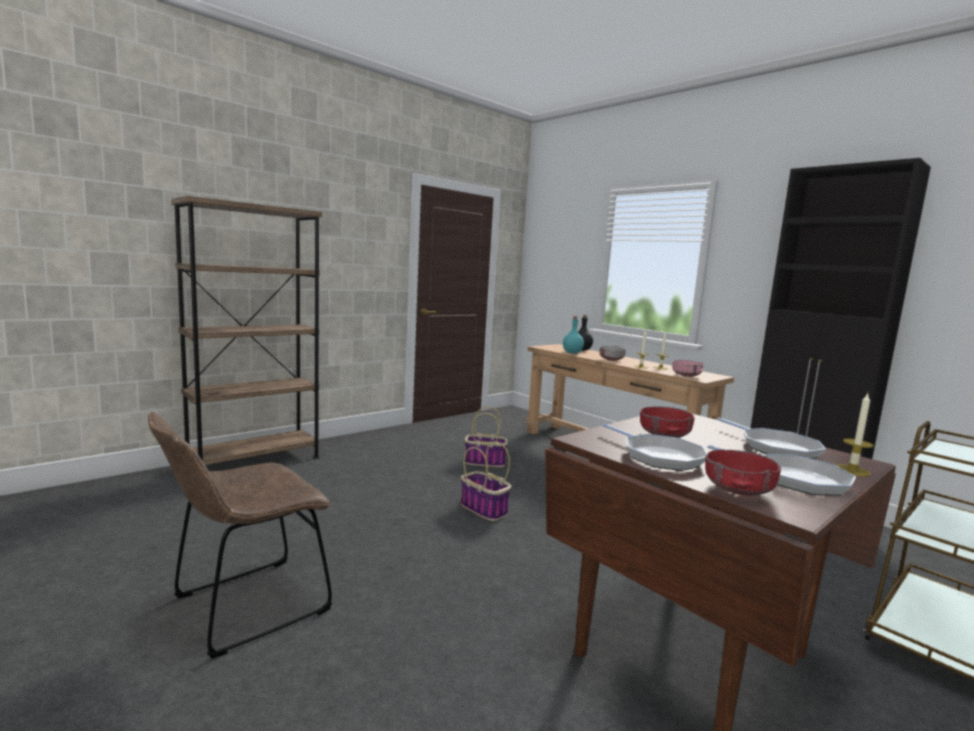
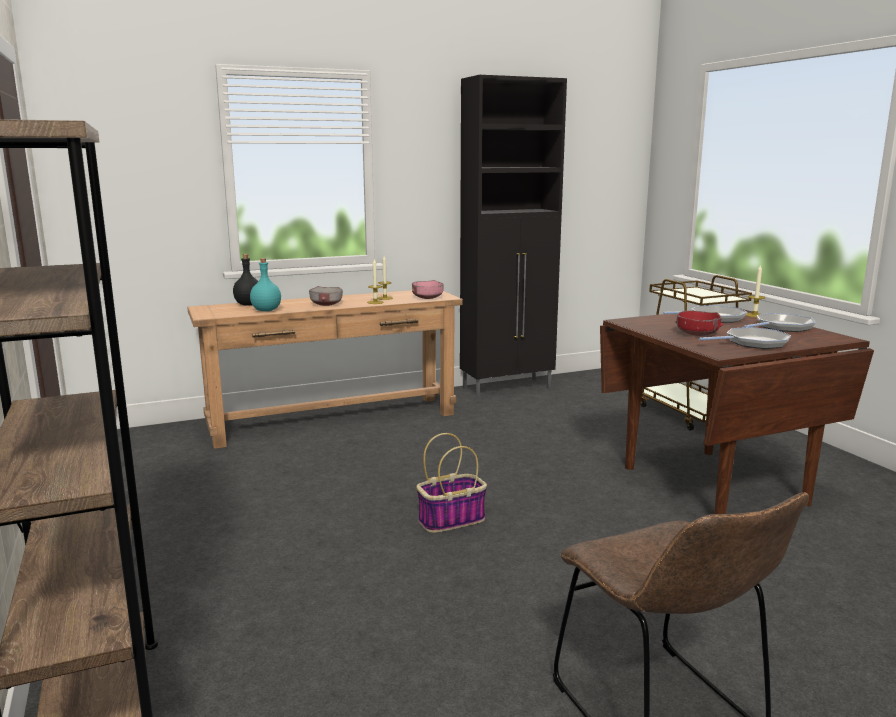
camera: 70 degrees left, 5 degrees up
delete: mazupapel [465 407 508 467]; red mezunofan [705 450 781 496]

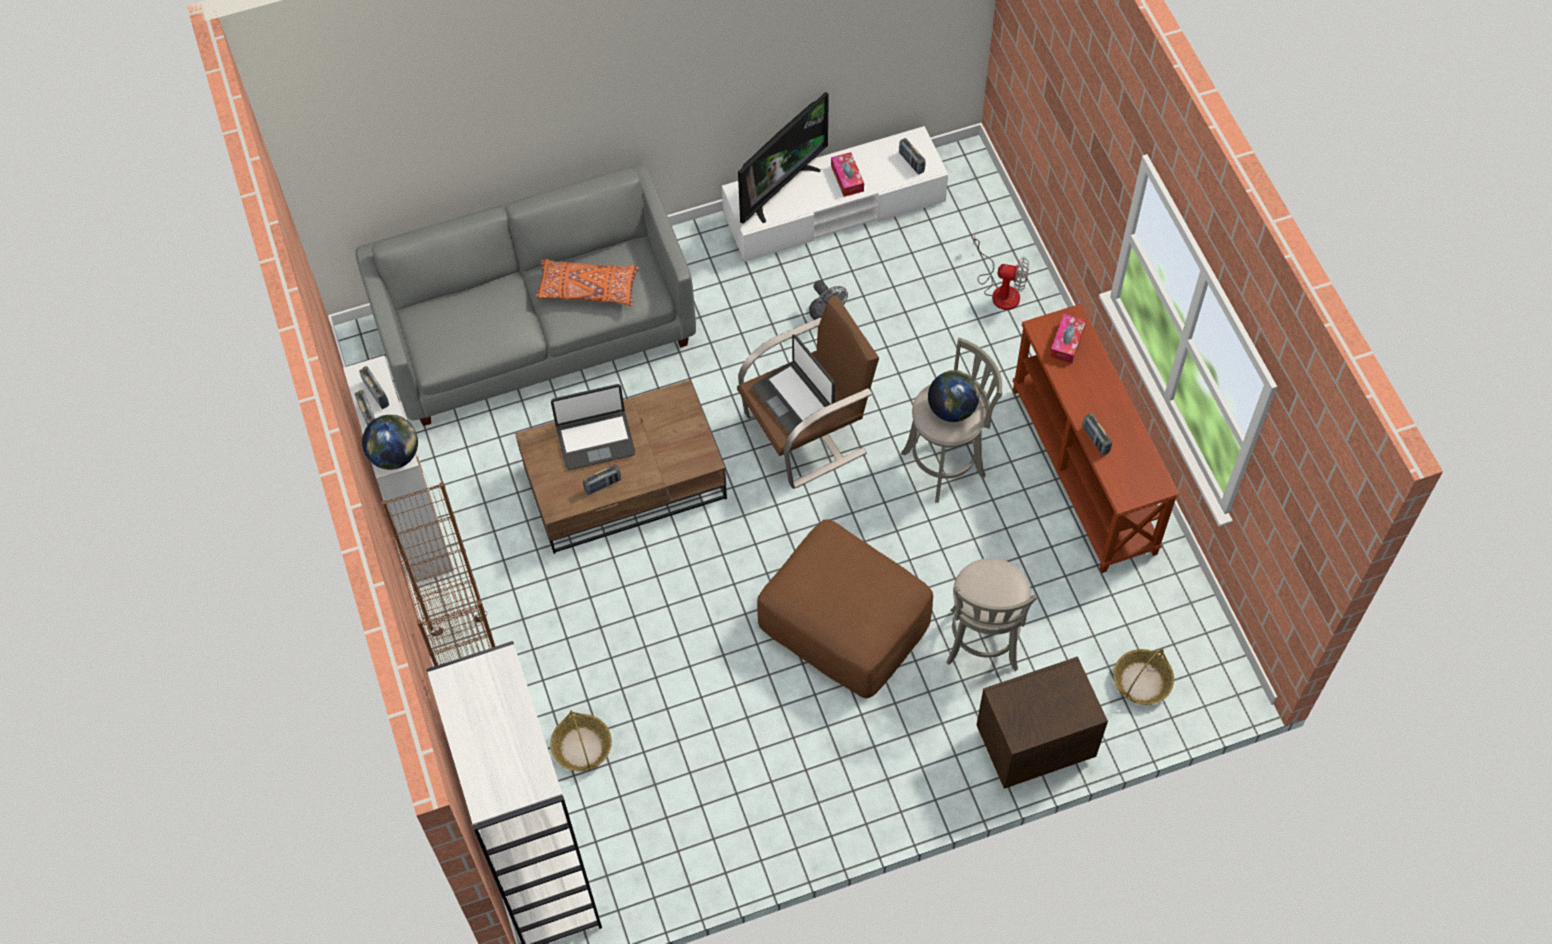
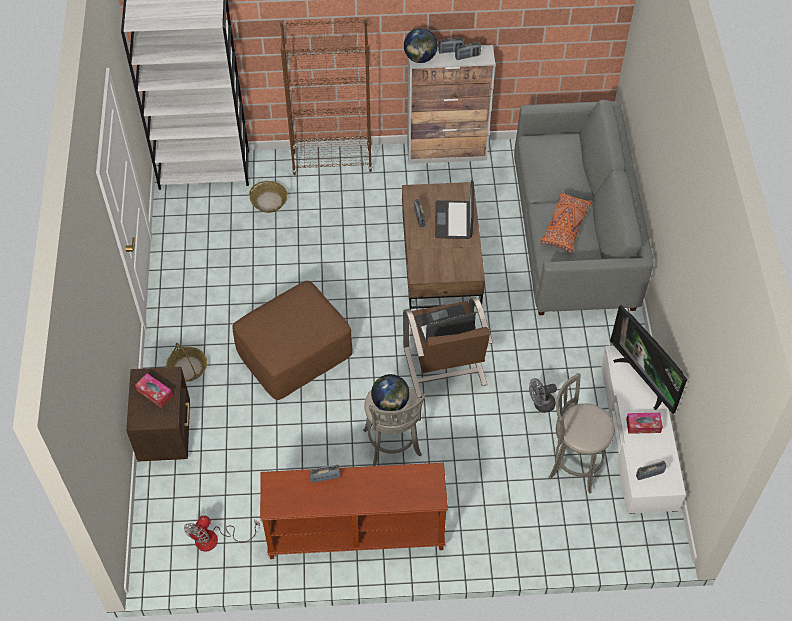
camera: 105 degrees right, 5 degrees down
move: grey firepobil [946 558 1037 671] to [549 373 615 493]; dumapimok [973 234 1029 310] to [184 516 260 551]; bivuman [1050 314 1086 364] to [135 373 173 408]; mazupapel [1113 649 1174 705] to [166 343 207 382]

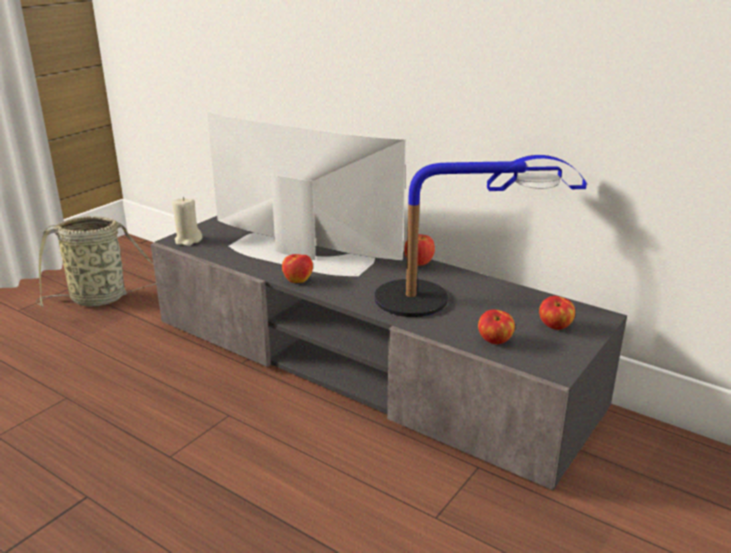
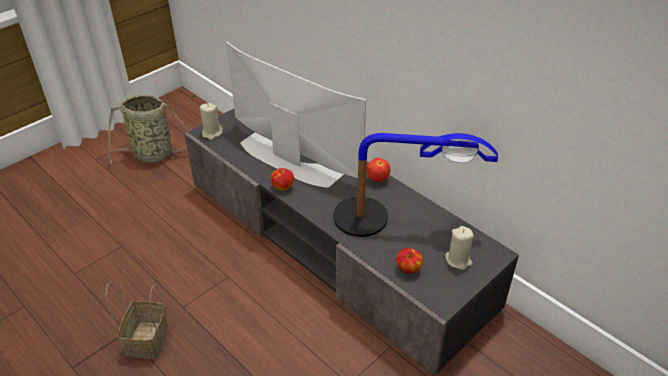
camera: 10 degrees right, 15 degrees up
insert: mazupapel [106 282 169 359]
replace: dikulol [539 296 575 330] to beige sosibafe [445 226 474 270]

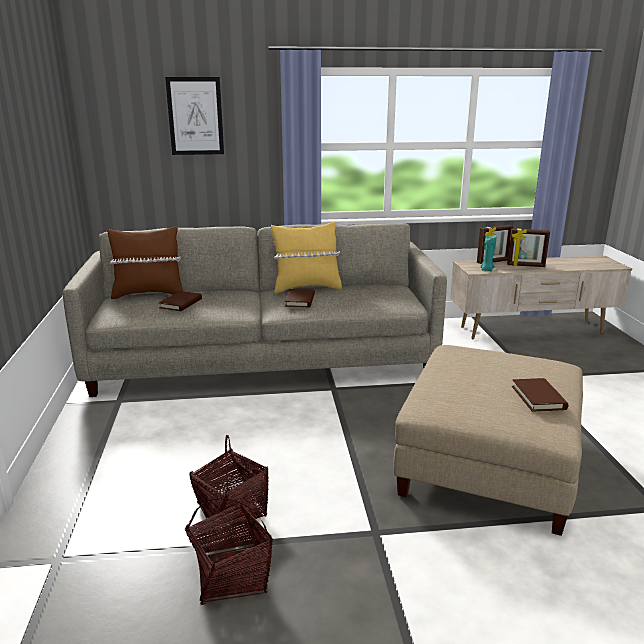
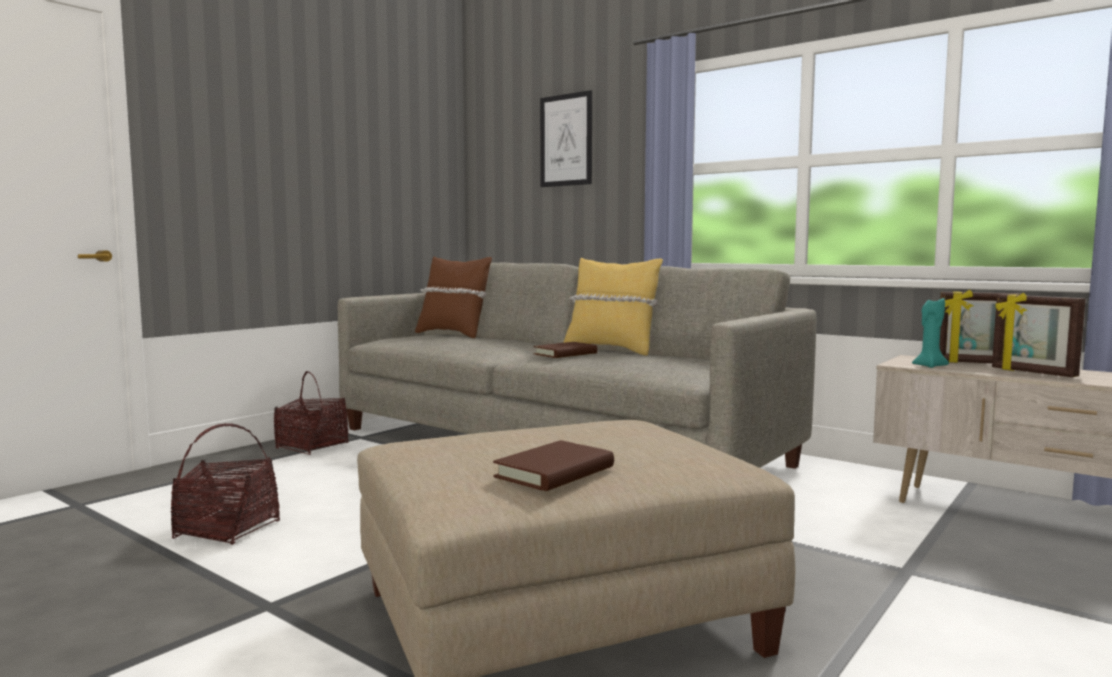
camera: 45 degrees right, 15 degrees down
delete: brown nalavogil [159 291 202 311]
move: mazupapel [185 498 273 605] to [274 371 349 455]

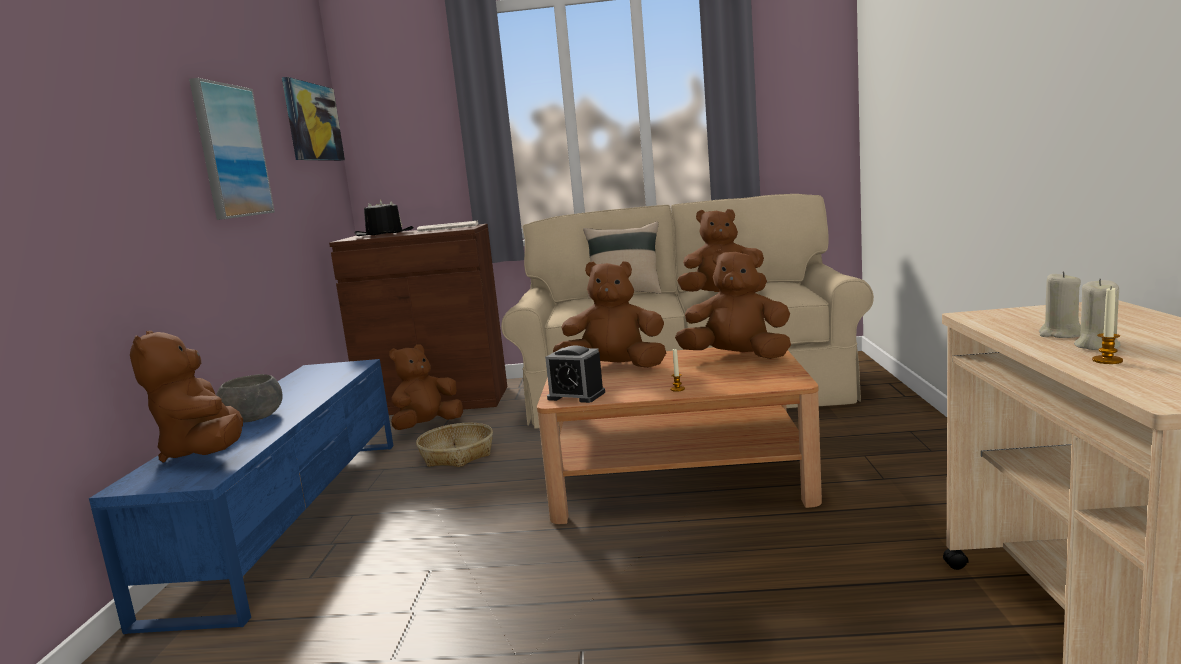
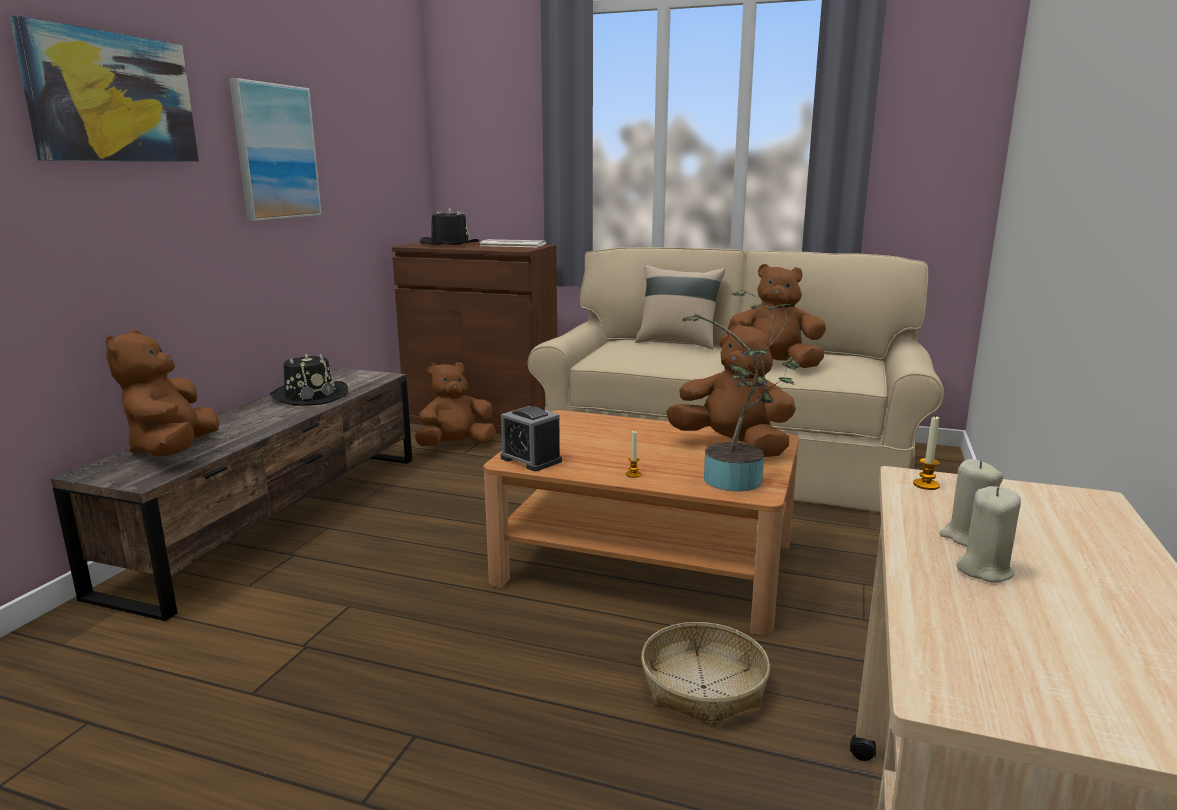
camera: 15 degrees right, 5 degrees up
delete: grey mezunofan [216 374 283 422]; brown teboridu [553 261 666 368]
insert: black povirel [269 353 348 406]; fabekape [682 290 800 492]
move: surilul [282 77 345 161] to [9 15 199 162]; mazupapel [416 423 493 467] to [641 622 770 727]; sosibafe [1092 288 1123 364] to [913 416 940 490]
recolor: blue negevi [89 359 393 634] to brown negevi [51 368 412 621]

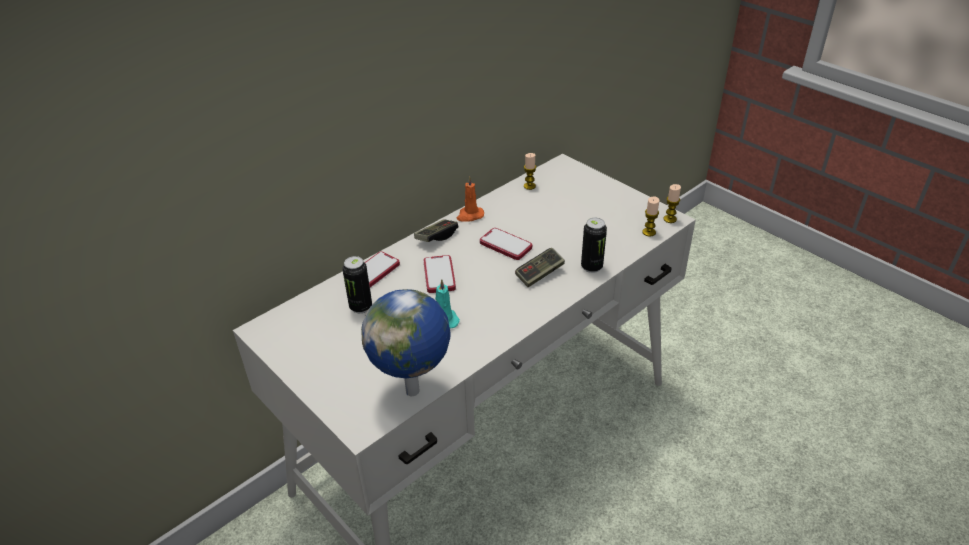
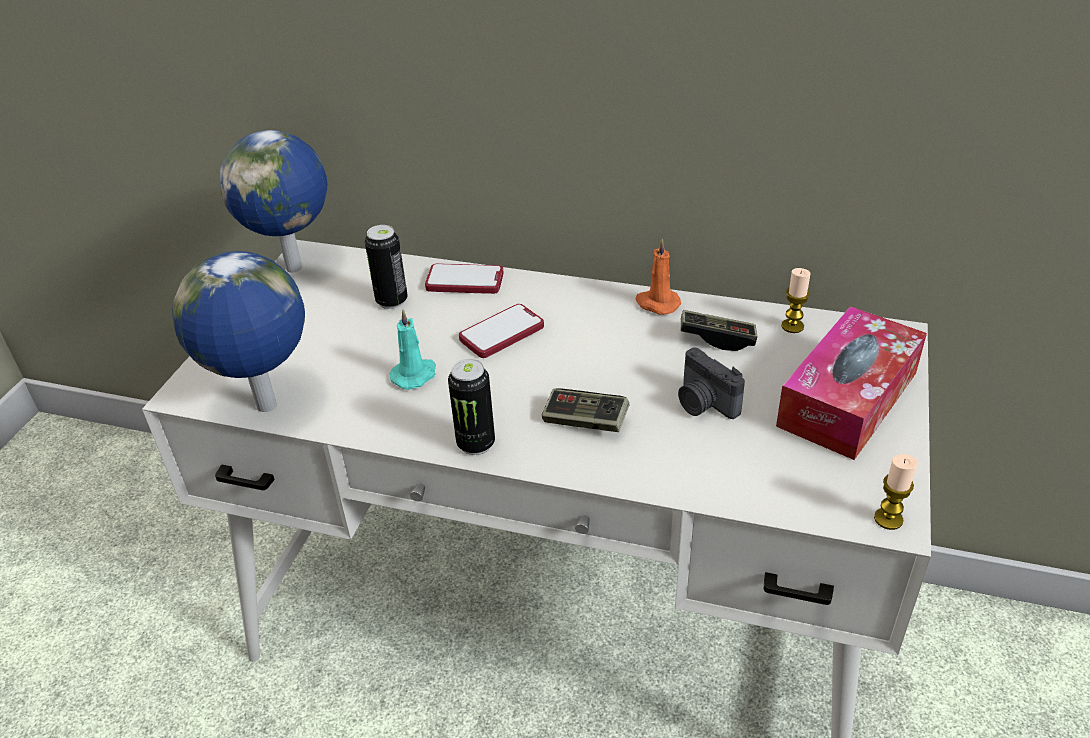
camera: 60 degrees right, 0 degrees up
delete: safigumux [480 228 532 260]; sosibafe [642 197 660 236]
insert: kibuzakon [219 130 327 273]; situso [678 347 745 419]; bivuman [776 306 927 460]
move: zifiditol [414 219 458 242] to [681 310 757 351]; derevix [581 218 607 273] to [448 359 495 455]

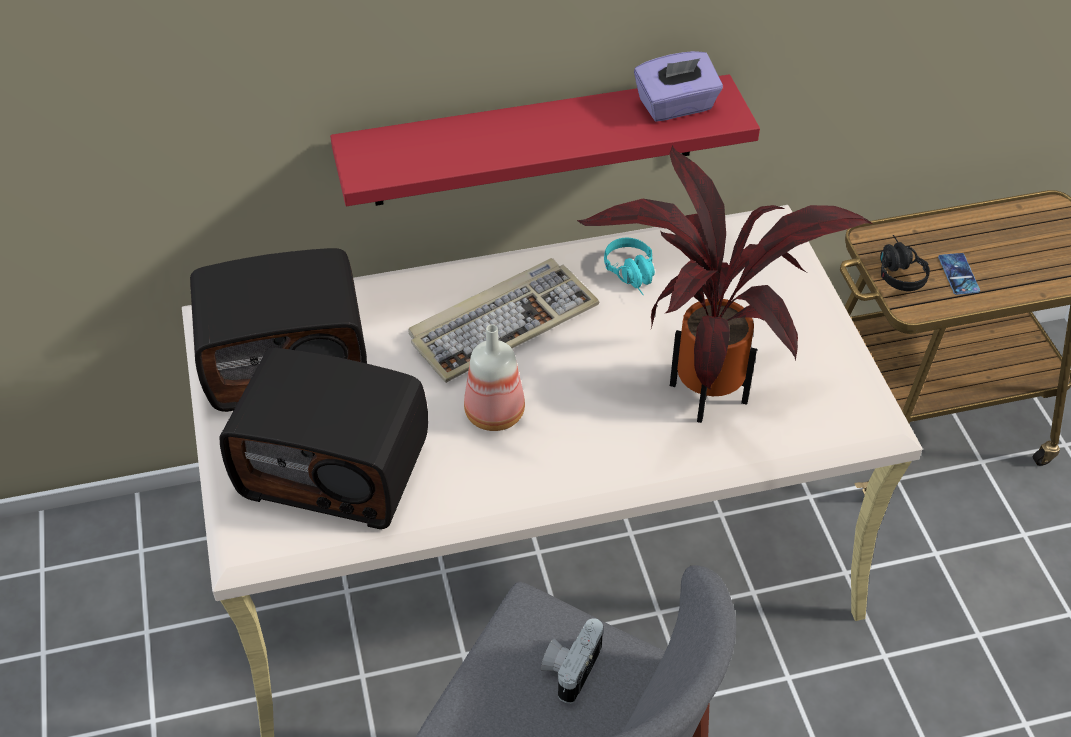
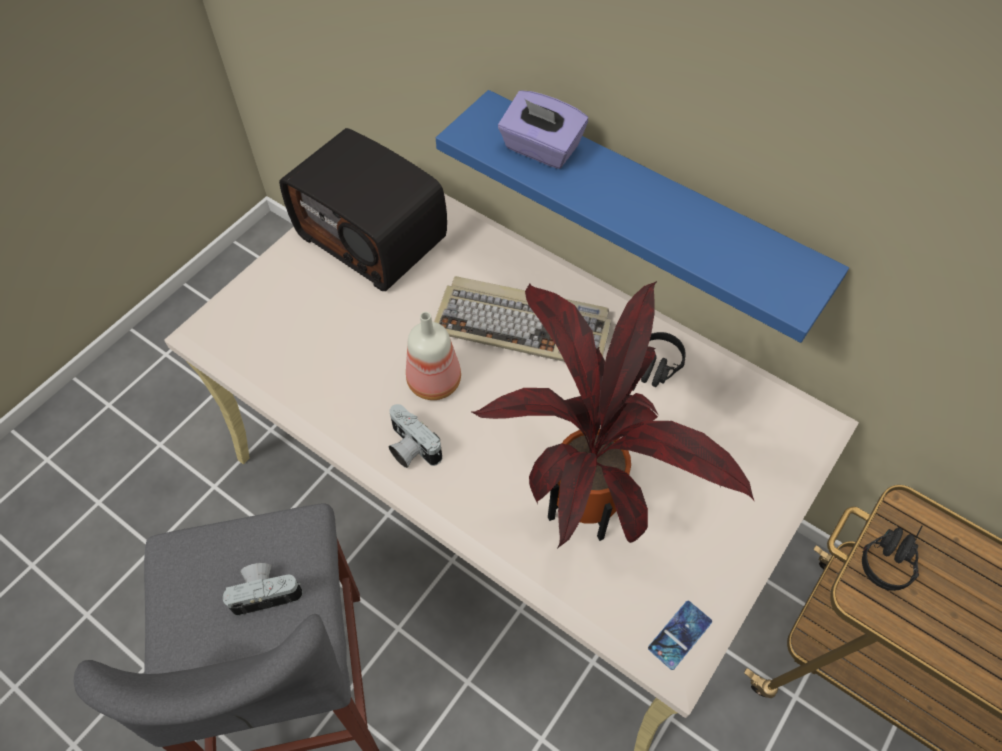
camera: 50 degrees right, 10 degrees up
delete: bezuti [220 348 428 529]
insert: situso [389 404 442 468]
move: purple bivuman [634 51 723 122] to [498 90 588 169]; safigumux [938 253 980 295] to [648 601 712 670]
recolor: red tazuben [330 74 760 206] to blue tazuben [436 90 849 343]; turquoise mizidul [604 238 655 295] to black mizidul [633 332 686 391]

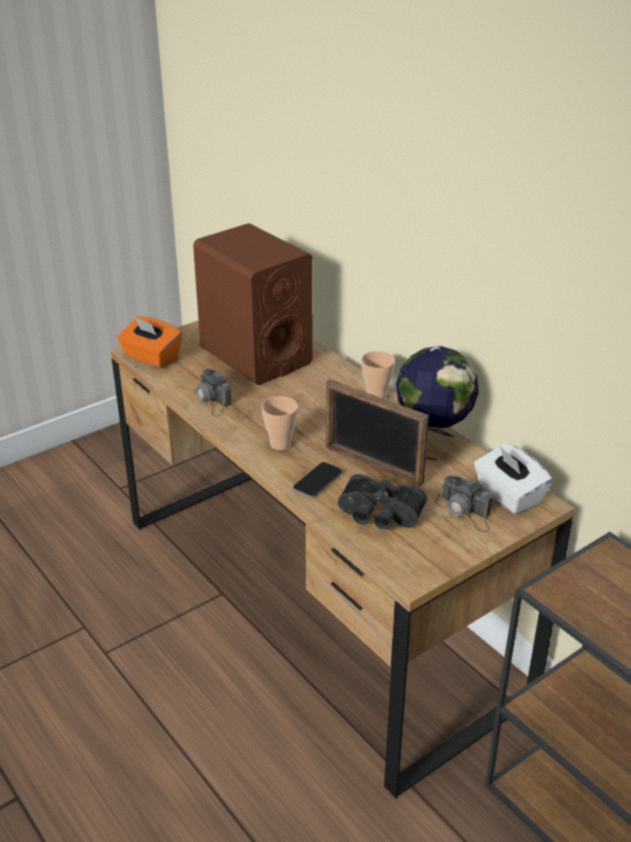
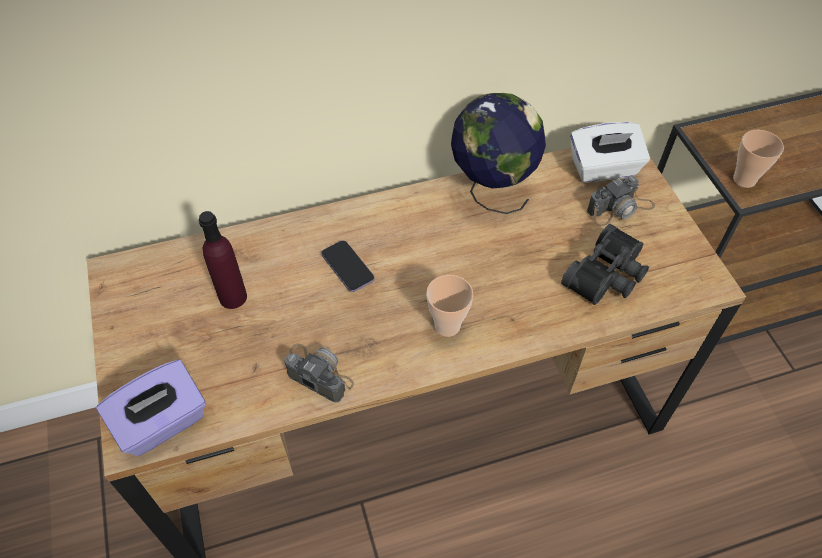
camera: 70 degrees left, 20 degrees up
delete: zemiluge [326 379 429 486]
move: safigumux [293 462 342 498] to [321 240 374 292]; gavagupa [361 351 395 399] to [733 130 784 188]
replace: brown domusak [193 223 313 385] to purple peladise [199 211 247 309]
recolor: orange bivuman [117 317 182 368] to purple bivuman [96 360 206 456]
rotate: situso [193 369 232 416] = [284 344 354 402] 135 degrees counterclockwise

